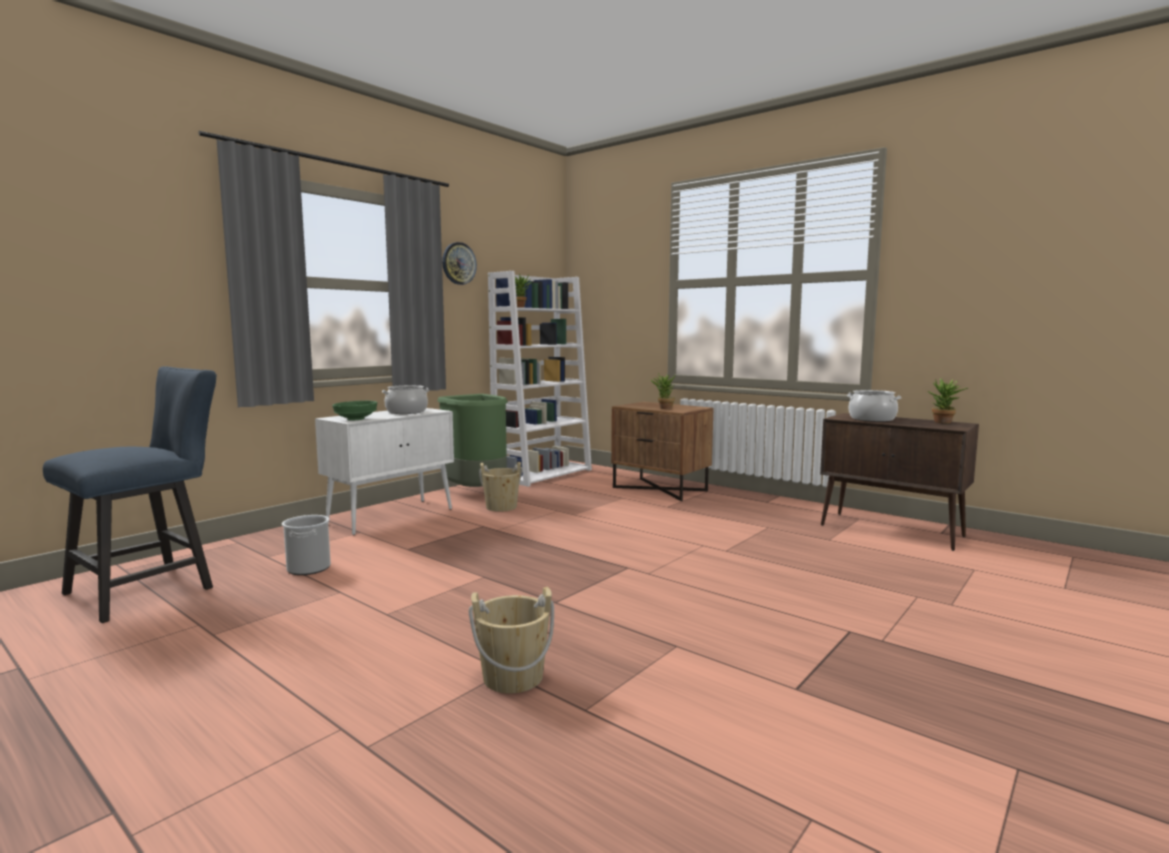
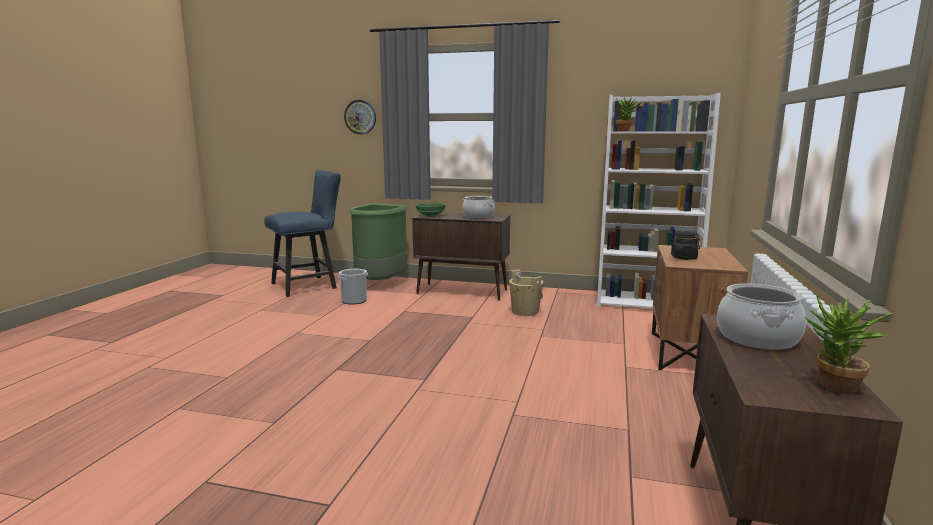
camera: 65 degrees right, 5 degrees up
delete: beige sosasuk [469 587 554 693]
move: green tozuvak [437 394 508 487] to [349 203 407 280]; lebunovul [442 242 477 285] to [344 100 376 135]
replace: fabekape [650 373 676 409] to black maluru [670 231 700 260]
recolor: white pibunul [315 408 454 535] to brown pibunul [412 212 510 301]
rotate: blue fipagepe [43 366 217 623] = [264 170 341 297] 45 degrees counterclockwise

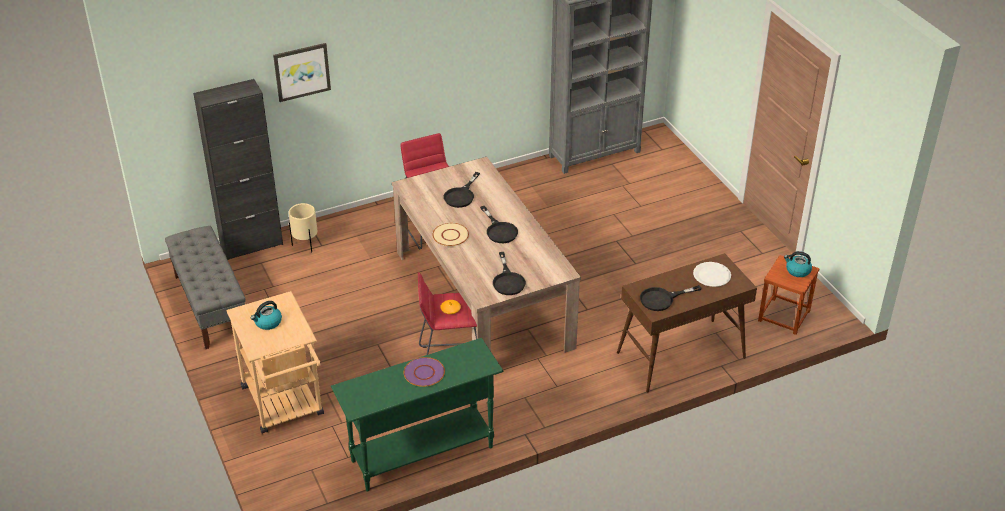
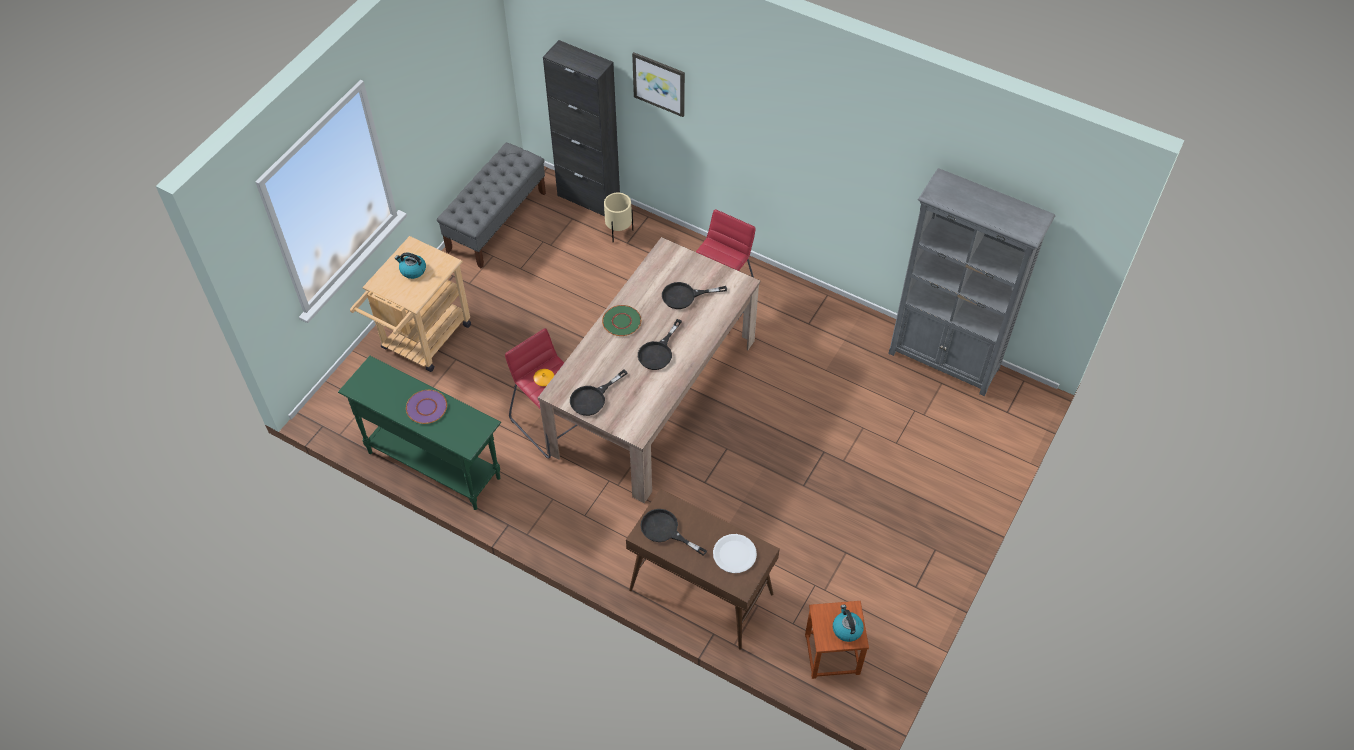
camera: 55 degrees right, 15 degrees up
recolor: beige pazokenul [432 223 469 246] to green pazokenul [602 305 641 336]

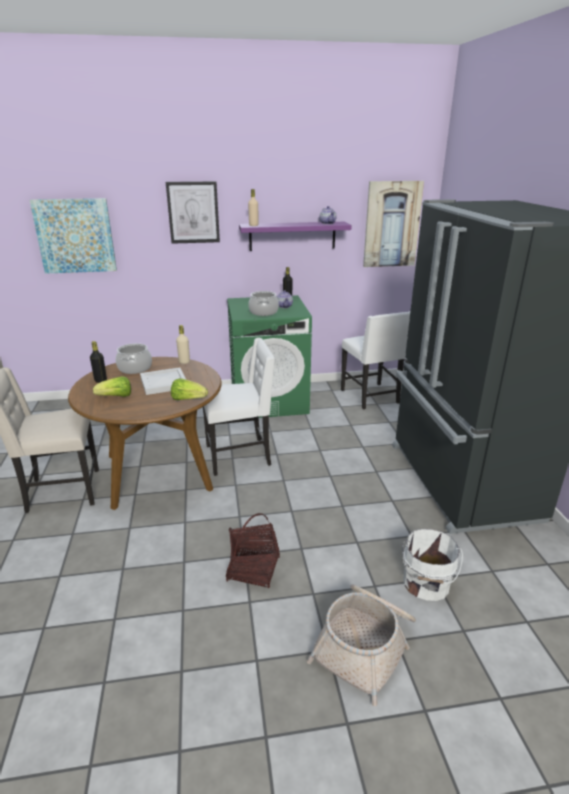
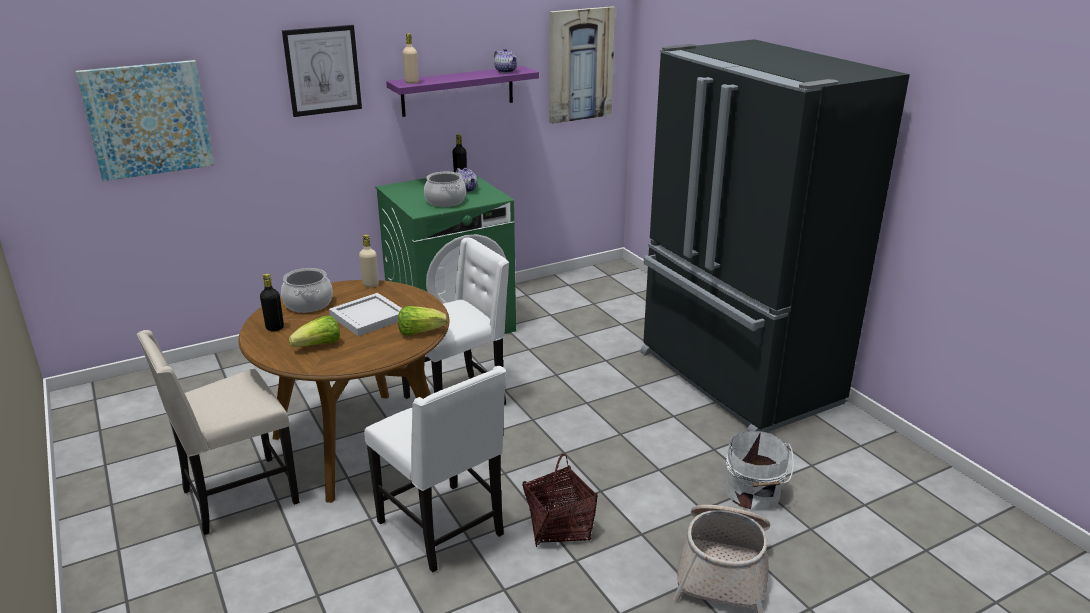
camera: 20 degrees left, 0 degrees up
move: white fipagepe [341 311 410 409] to [364 366 506 573]

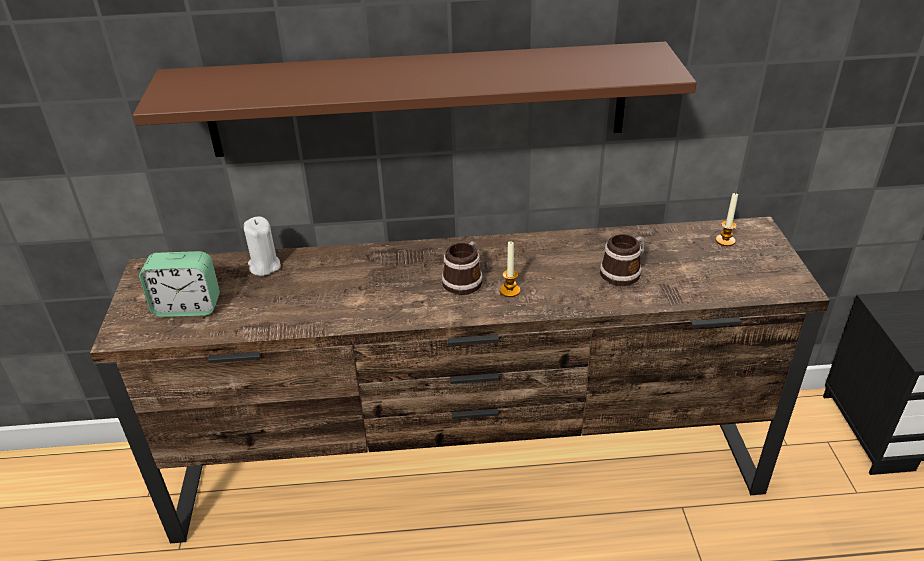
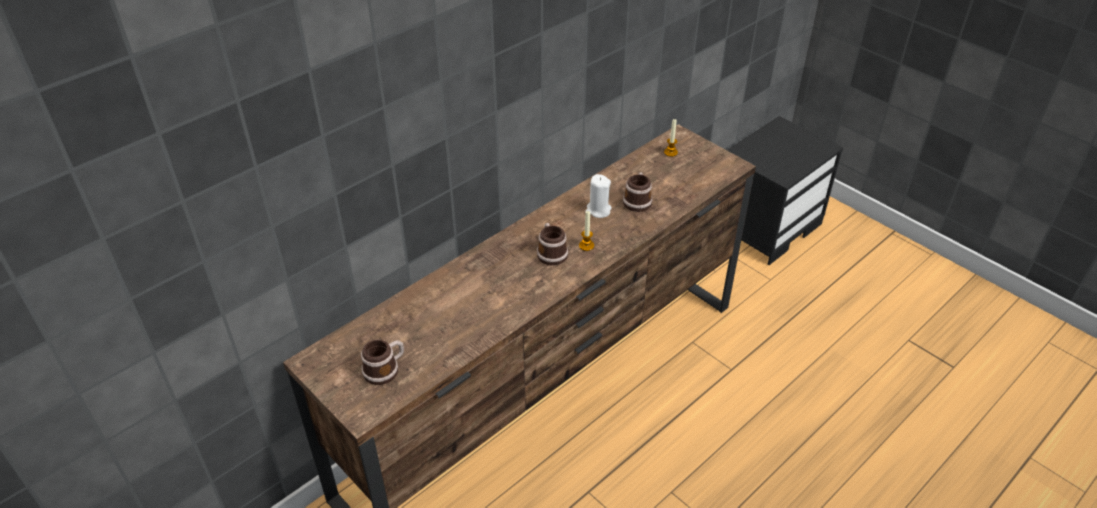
camera: 40 degrees left, 5 degrees up
delete: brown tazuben [133 42 697 157]
move: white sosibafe [244 216 280 276] to [585 174 612 218]
replace: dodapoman [139 251 220 317] to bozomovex [361 340 404 385]

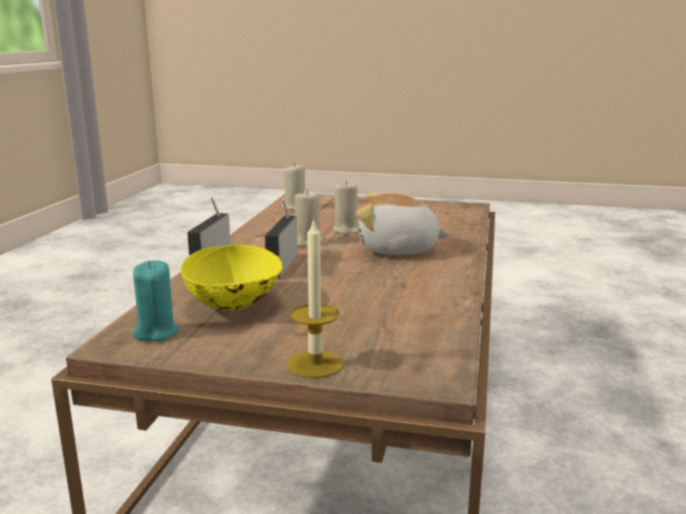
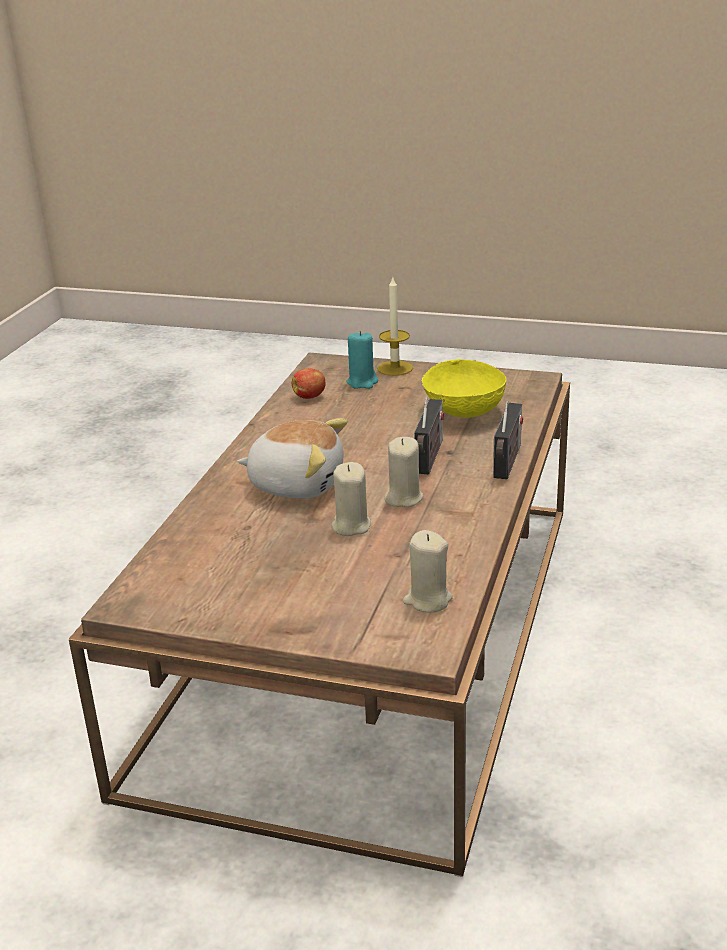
camera: 175 degrees left, 10 degrees up
insert: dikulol [292 368 326 399]
move: turquoise sosibafe [133 260 179 341] to [346 331 378 389]

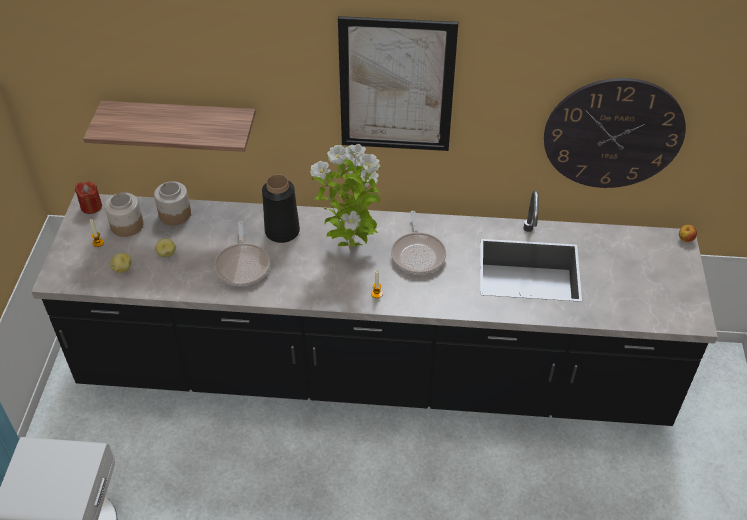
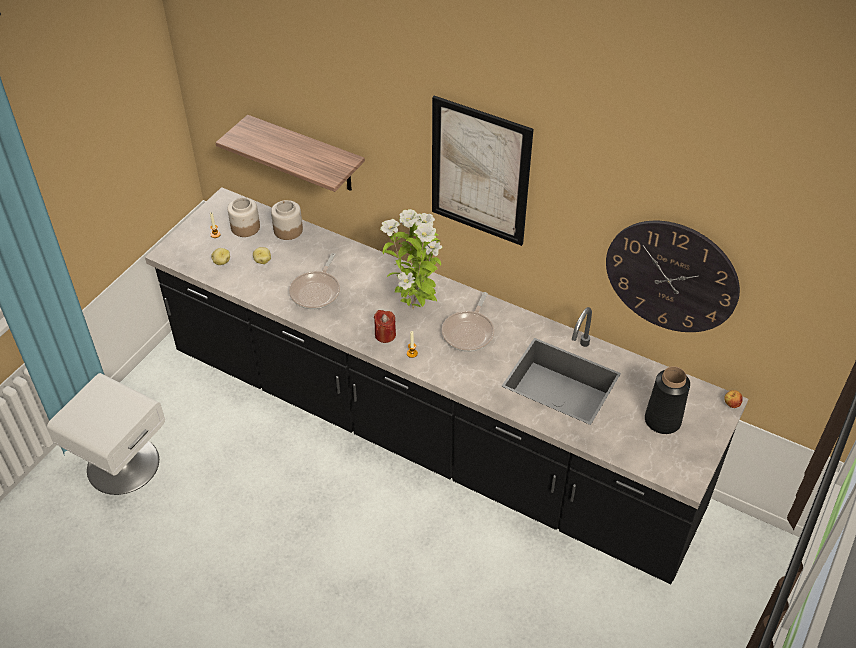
camera: 25 degrees right, 0 degrees up
move: red sosibafe [75 181 102 214] to [374 310 396 343]; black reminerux [262 174 300 243] to [645 366 690 434]

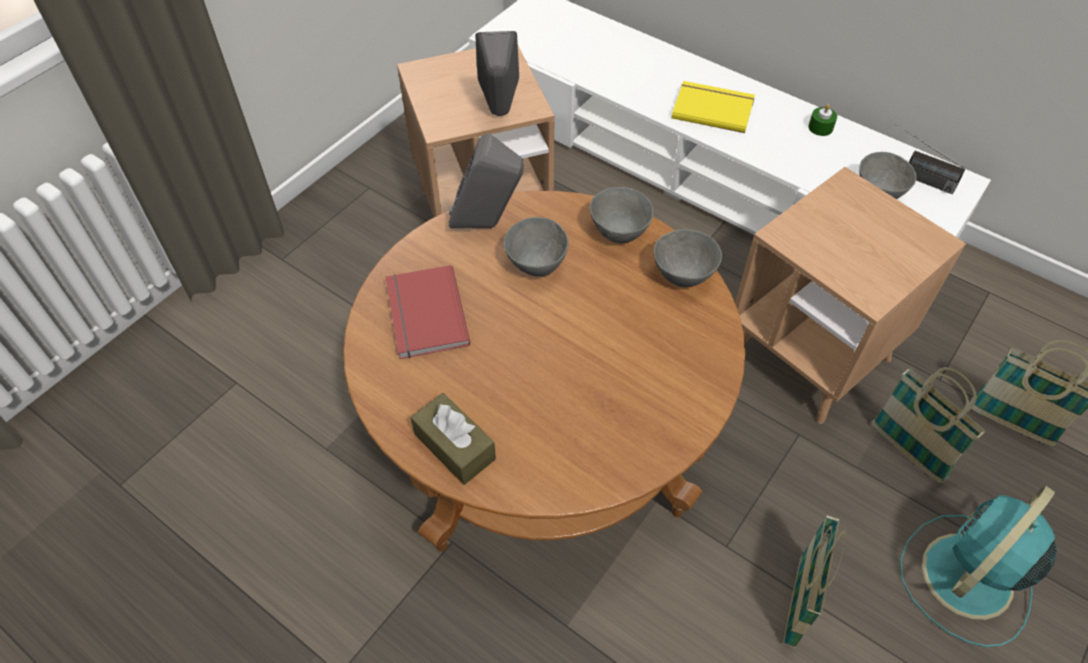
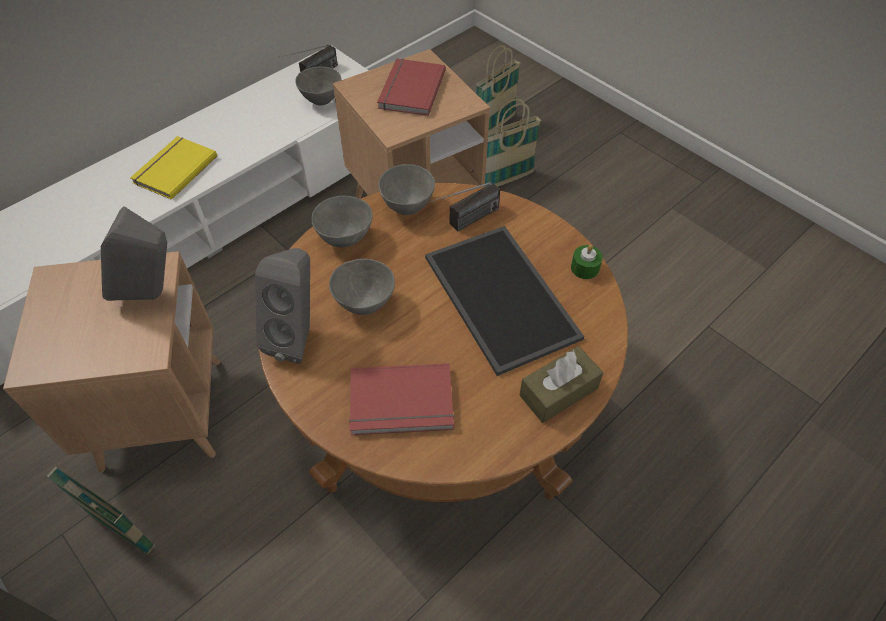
camera: 80 degrees left, 0 degrees up
delete: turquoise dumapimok [900 486 1057 647]
insert: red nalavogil [377 58 446 116]; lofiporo [425 226 584 376]; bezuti [426 182 500 231]
move: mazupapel [783 515 846 648] to [46 465 155 555]; green sosibafe [808 104 837 136] to [571 245 603 279]

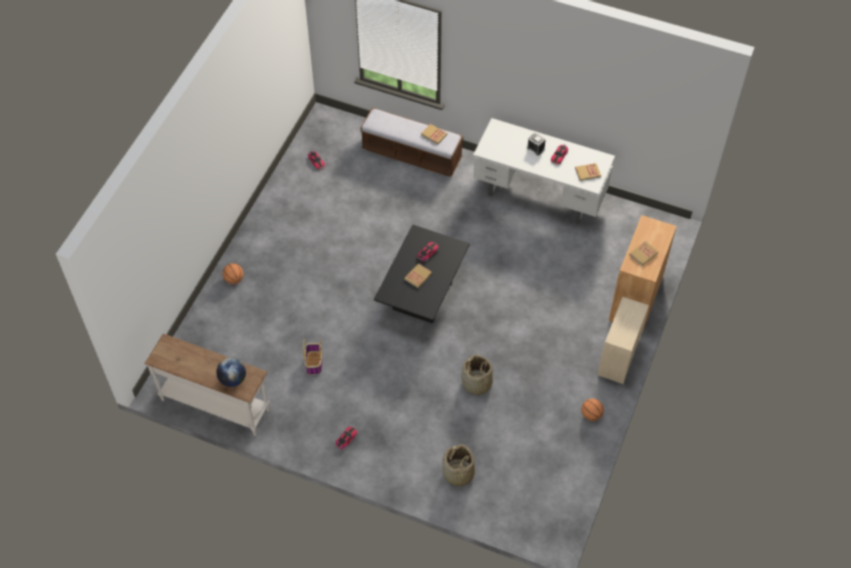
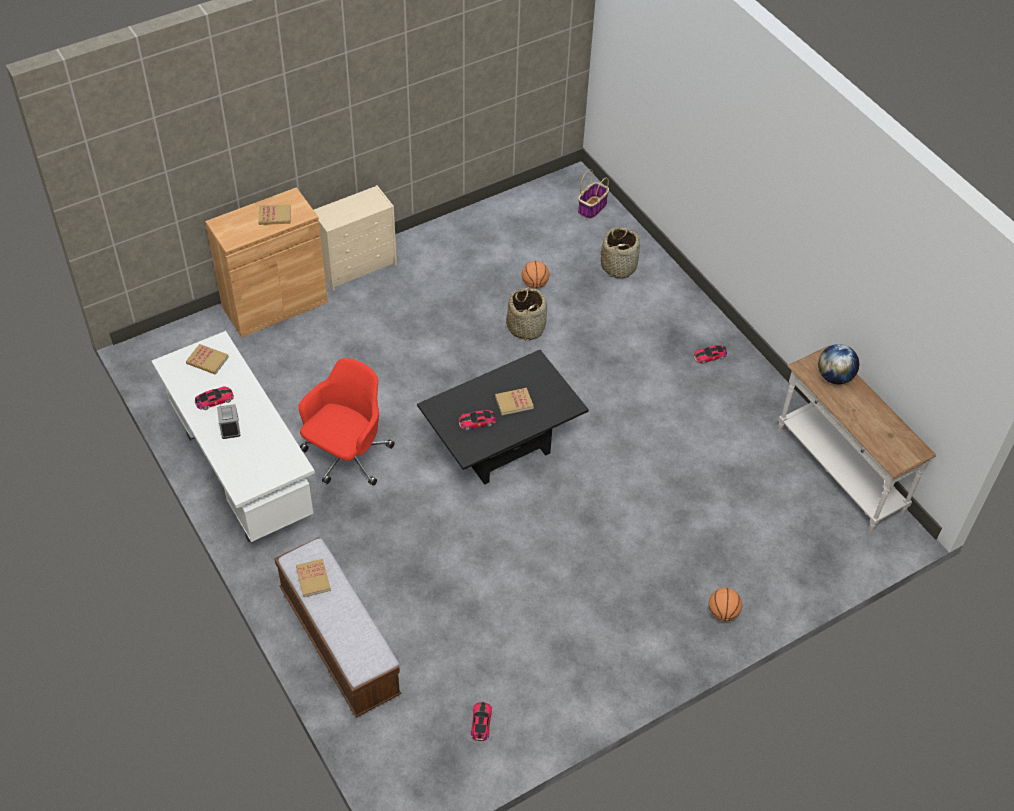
camera: 145 degrees left, 5 degrees down
insert: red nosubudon [298 358 395 486]
move: mazupapel [303 340 322 375] to [578 169 609 219]; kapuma [581 399 604 421] to [522 261 549 289]

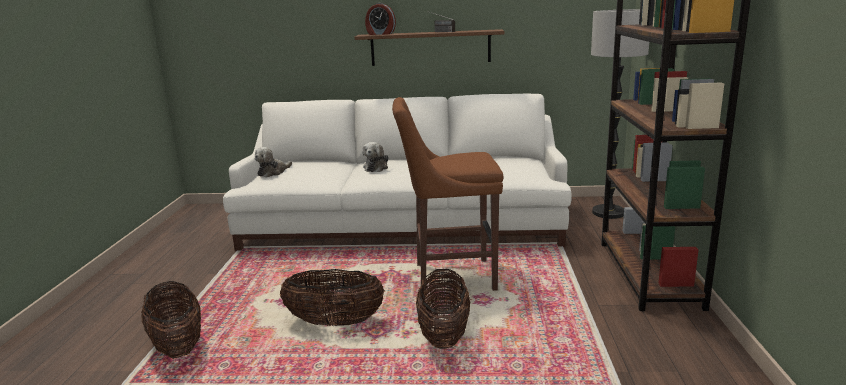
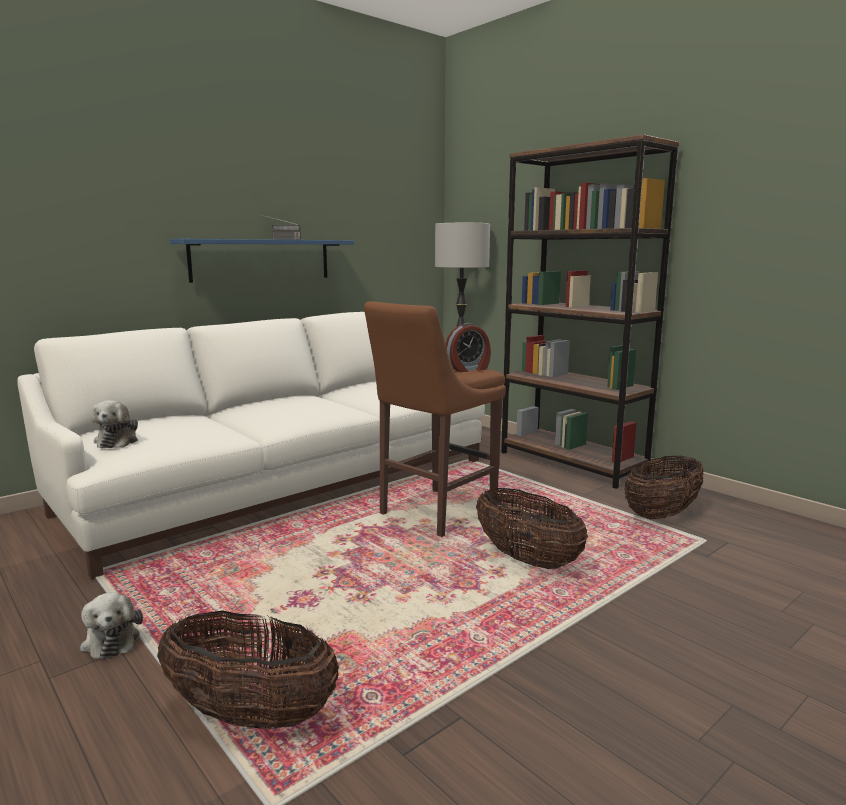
camera: 45 degrees left, 5 degrees down
move: mazupapel [280 269 385 326] to [624 456 704 519]; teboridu [362 142 389 172] to [80 592 143 660]; dodapoman [365 3 396 35] to [445 323 491 372]
recolor: brown tazuben [355 29 504 66] to blue tazuben [170 239 354 283]

